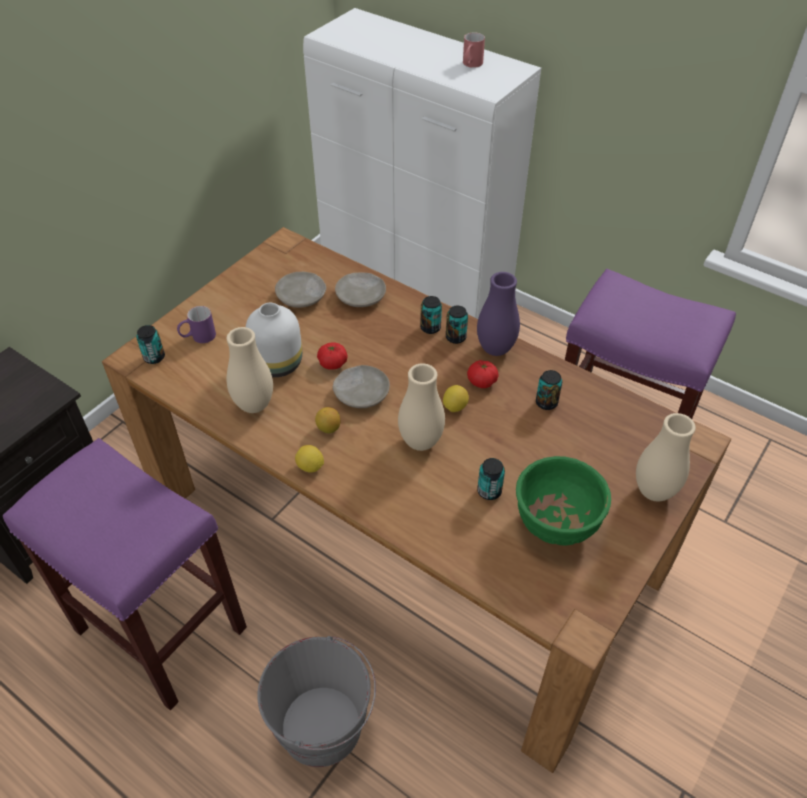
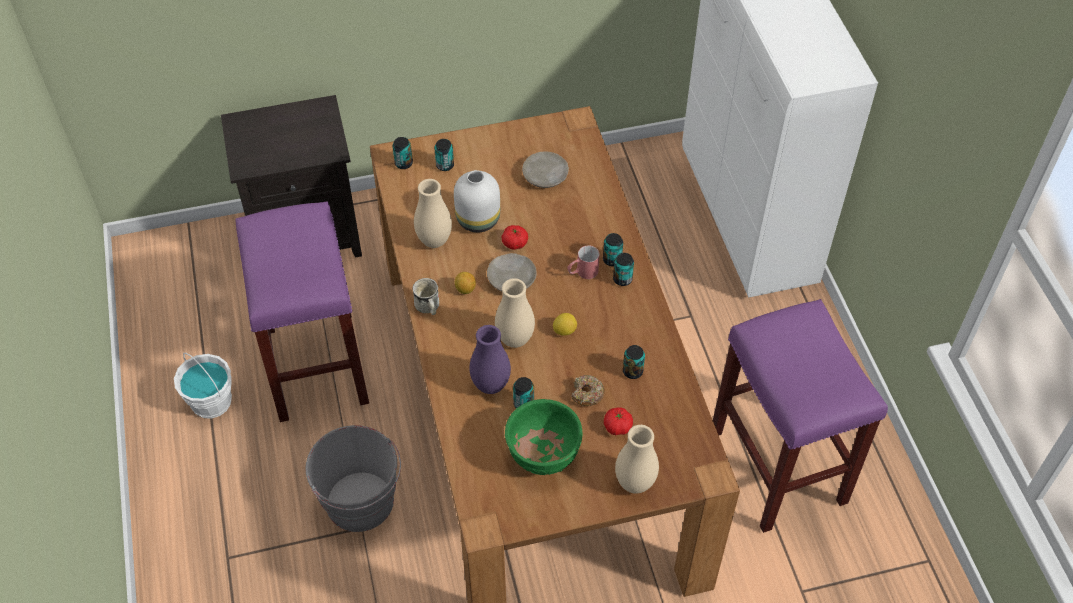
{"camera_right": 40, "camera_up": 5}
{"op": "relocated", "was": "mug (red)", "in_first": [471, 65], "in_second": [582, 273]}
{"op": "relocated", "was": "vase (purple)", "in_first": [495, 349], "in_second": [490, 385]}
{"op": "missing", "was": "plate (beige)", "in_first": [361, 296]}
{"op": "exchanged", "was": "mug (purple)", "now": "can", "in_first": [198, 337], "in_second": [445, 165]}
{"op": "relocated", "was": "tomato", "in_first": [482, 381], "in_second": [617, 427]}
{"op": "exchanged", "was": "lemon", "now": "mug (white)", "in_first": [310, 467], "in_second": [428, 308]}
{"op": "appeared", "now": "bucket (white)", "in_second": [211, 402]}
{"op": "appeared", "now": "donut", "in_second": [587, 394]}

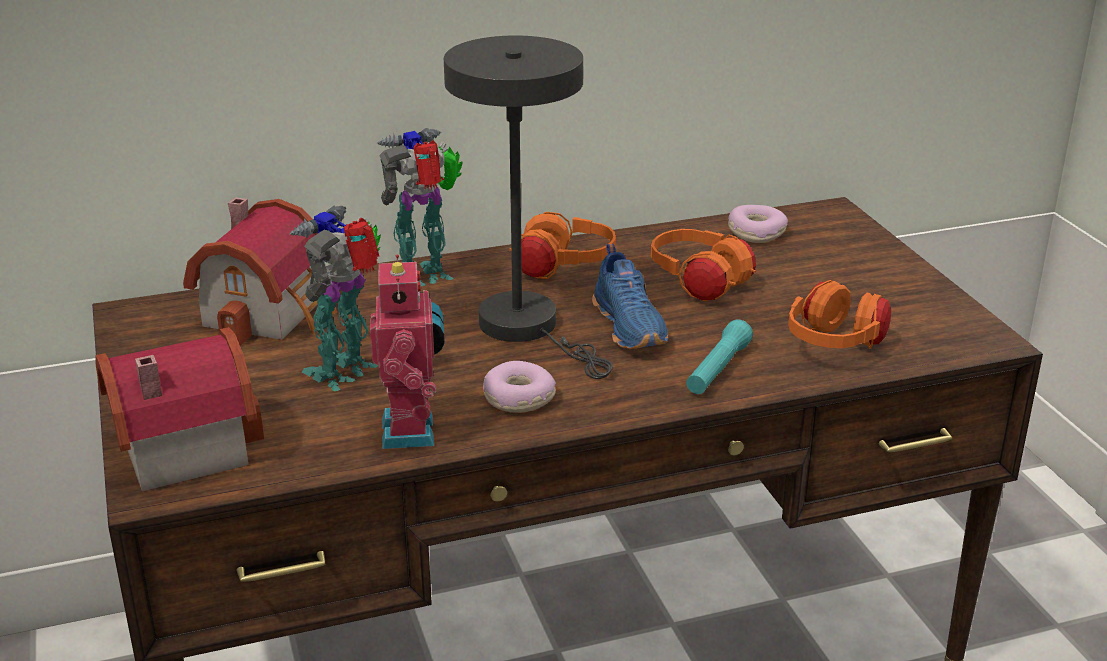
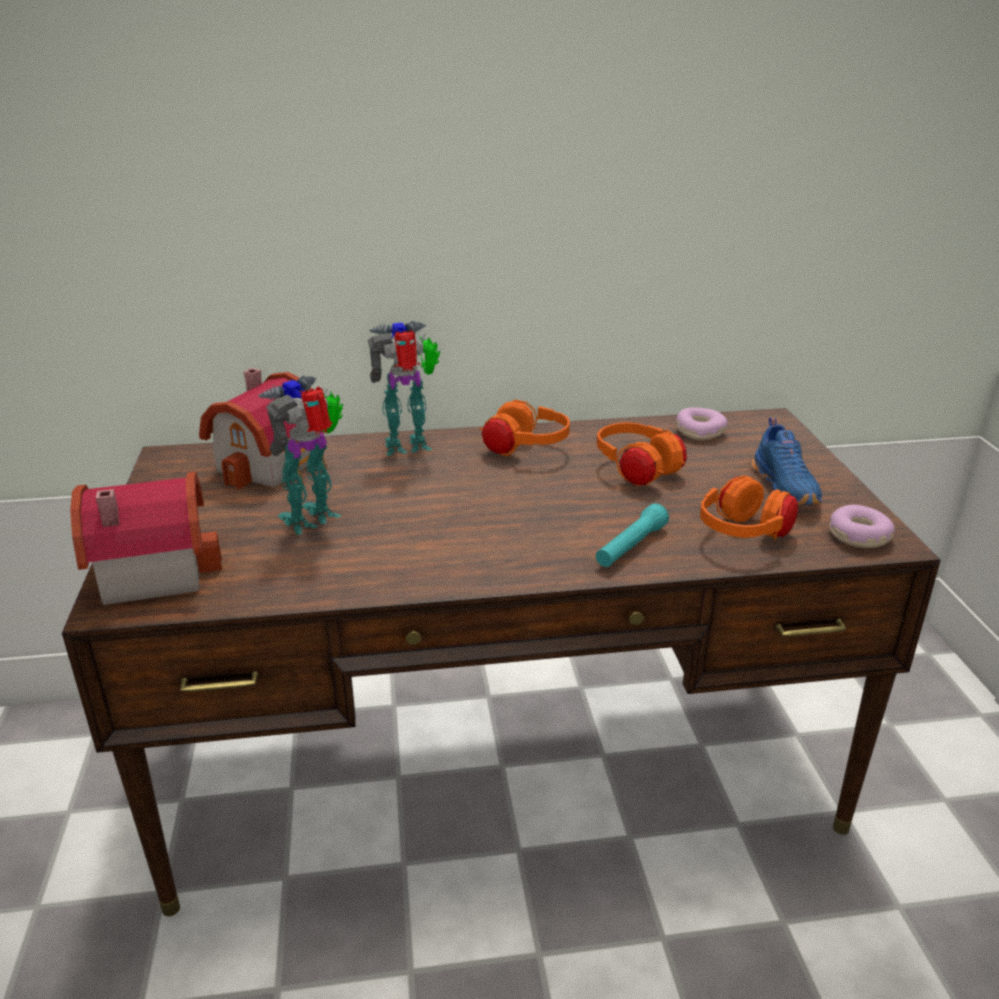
{"camera_right": 10, "camera_up": 0}
{"op": "missing", "was": "table lamp (grey)", "in_first": [528, 328]}
{"op": "relocated", "was": "shoe (blue)", "in_first": [631, 326], "in_second": [786, 488]}
{"op": "missing", "was": "toy robot", "in_first": [413, 431]}
{"op": "relocated", "was": "donut", "in_first": [518, 398], "in_second": [858, 536]}

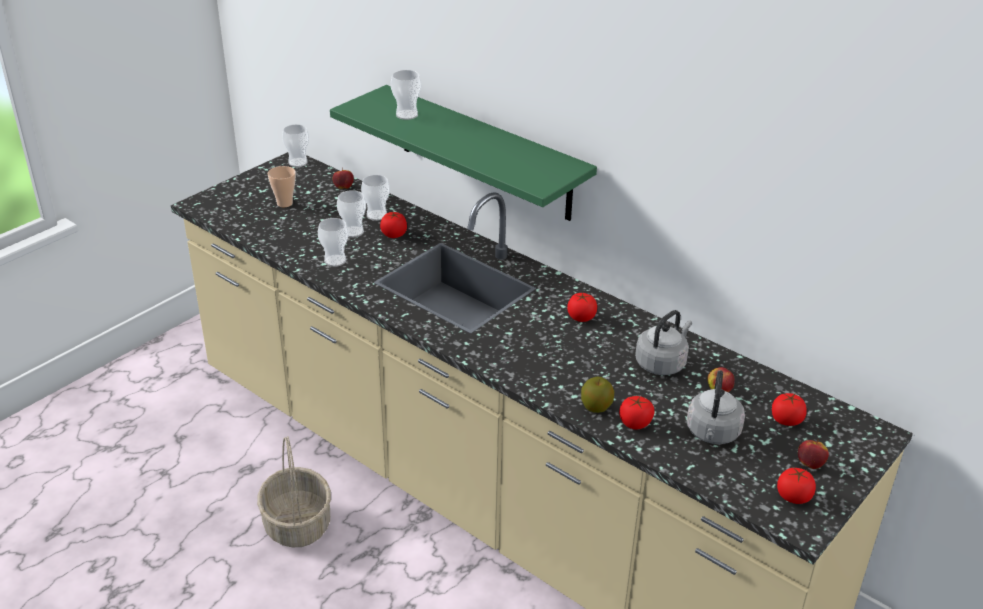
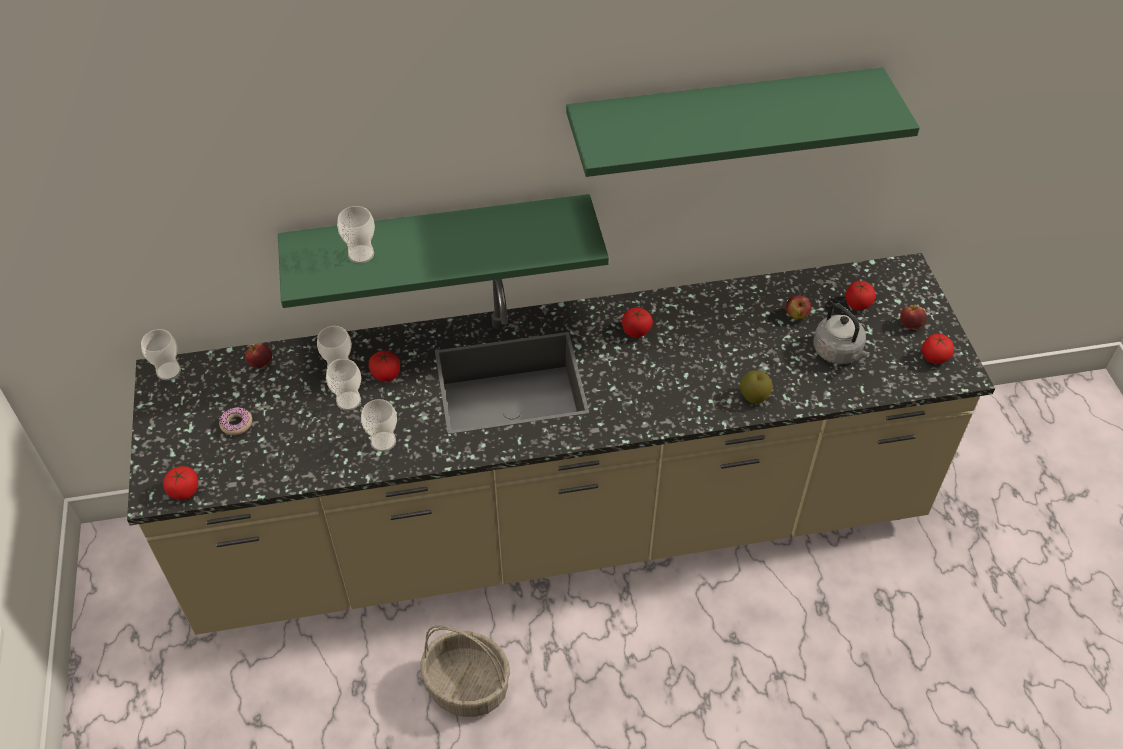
{"camera_right": -50, "camera_up": 15}
{"op": "exchanged", "was": "cup", "now": "donut", "in_first": [284, 203], "in_second": [236, 424]}
{"op": "missing", "was": "kettle (grey)", "in_first": [662, 363]}
{"op": "relocated", "was": "tomato", "in_first": [635, 423], "in_second": [184, 491]}
{"op": "appeared", "now": "shelf (green)", "in_second": [723, 118]}

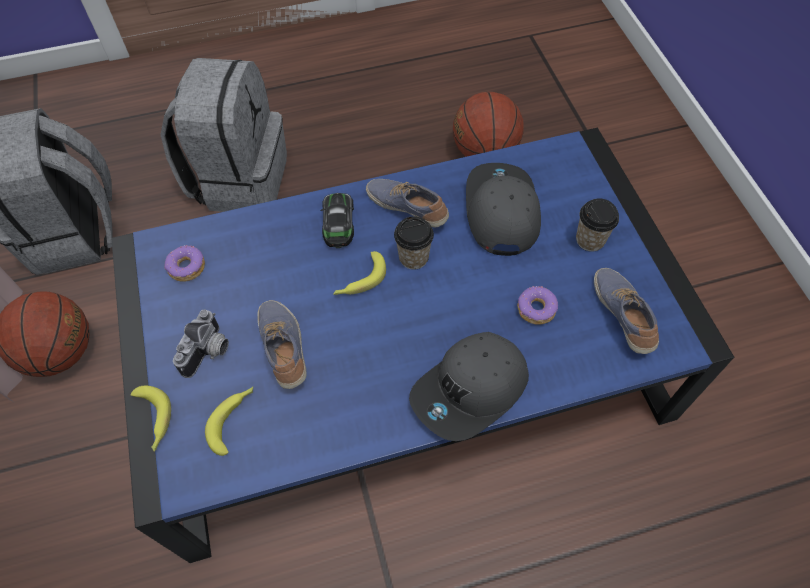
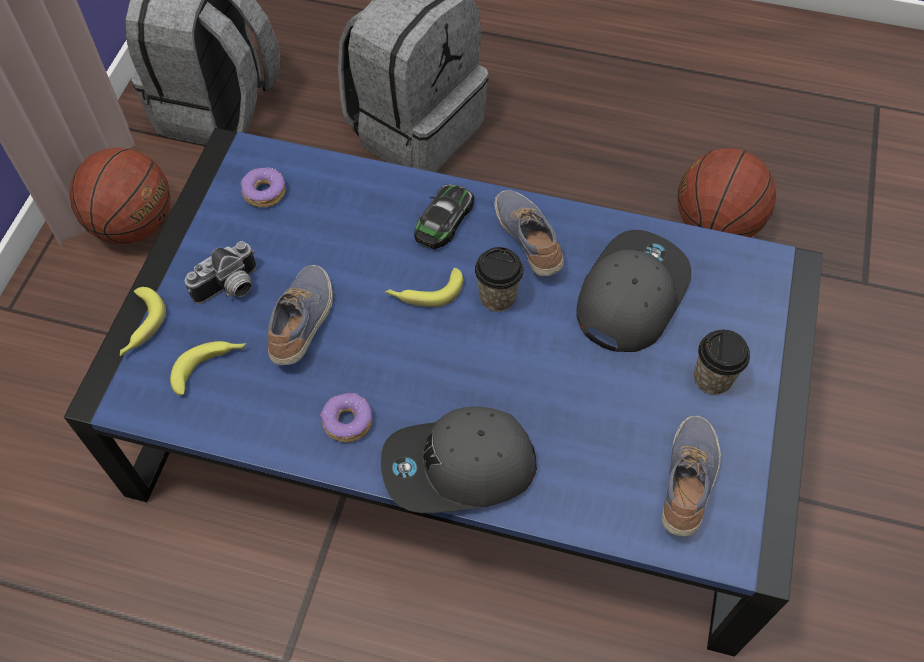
{"camera_right": 30, "camera_up": 0}
{"op": "relocated", "was": "donut", "in_first": [535, 309], "in_second": [347, 421]}

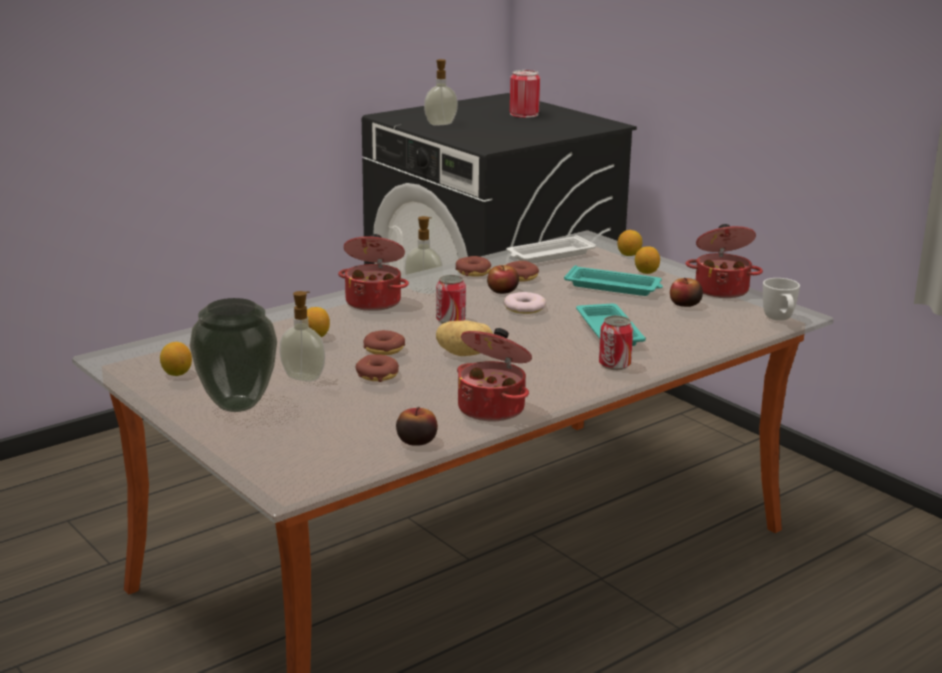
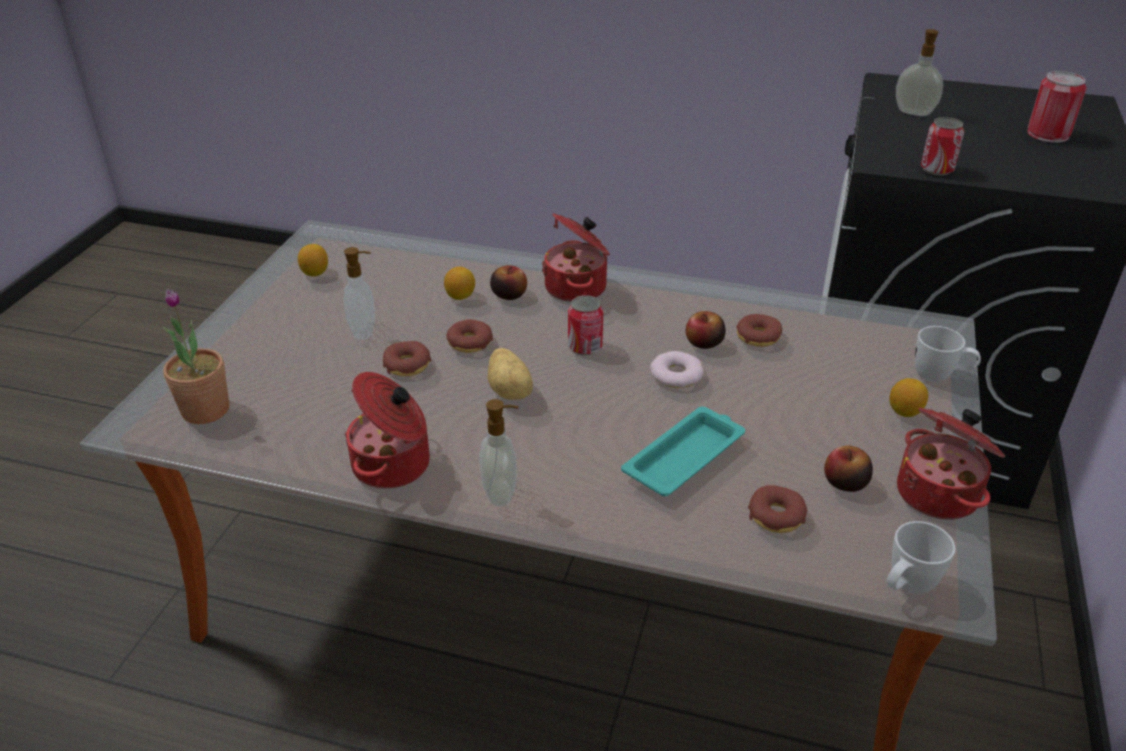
{"camera_right": 55, "camera_up": 15}
{"op": "relocated", "was": "soap dispenser", "in_first": [424, 290], "in_second": [501, 493]}
{"op": "exchanged", "was": "lemon", "now": "mug (white)", "in_first": [629, 255], "in_second": [940, 377]}
{"op": "missing", "was": "tray (white)", "in_first": [549, 255]}
{"op": "relocated", "was": "donut", "in_first": [473, 272], "in_second": [776, 516]}
{"op": "missing", "was": "tray (turquoise)", "in_first": [614, 287]}
{"op": "missing", "was": "vase", "in_first": [238, 404]}
{"op": "relocated", "was": "can", "in_first": [614, 365], "in_second": [936, 169]}
{"op": "relocated", "was": "apple", "in_first": [416, 441], "in_second": [509, 294]}
{"op": "appeared", "now": "potted plant", "in_second": [205, 410]}

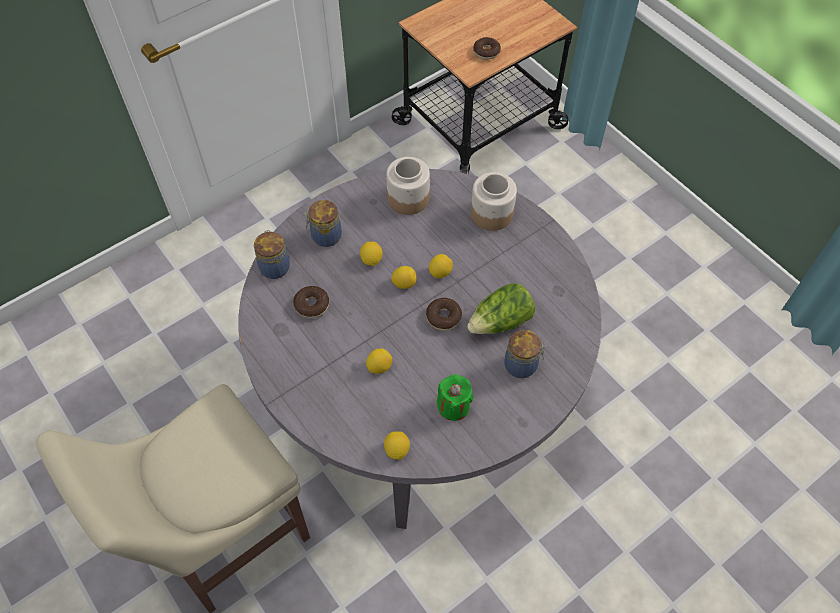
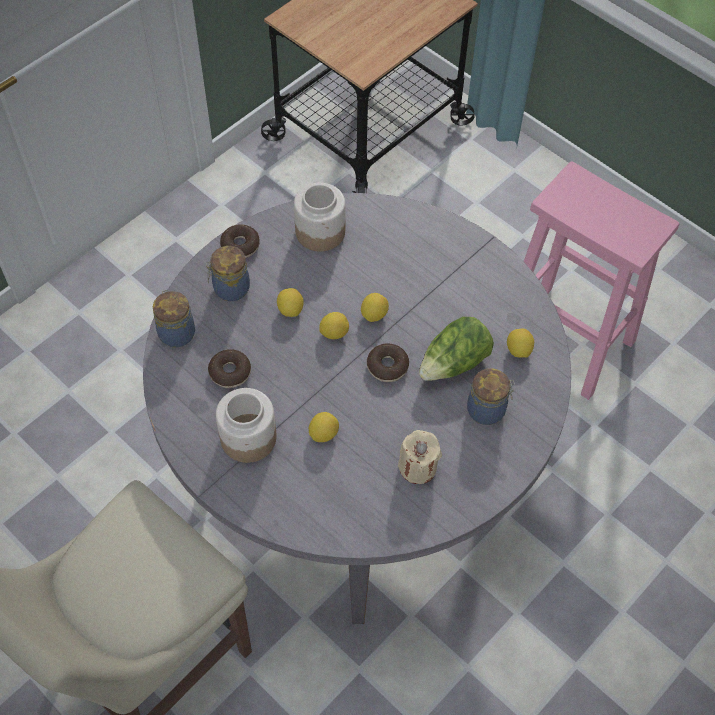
{"camera_right": -10, "camera_up": 0}
{"op": "relocated", "was": "donut", "in_first": [486, 52], "in_second": [240, 246]}
{"op": "relocated", "was": "jar", "in_first": [491, 214], "in_second": [247, 438]}
{"op": "colour", "was": "candle (green)", "now": "candle (beige)", "in_first": [453, 406], "in_second": [418, 467]}
{"op": "relocated", "was": "lemon", "in_first": [397, 450], "in_second": [518, 350]}
{"op": "appeared", "now": "stool (pink)", "in_second": [567, 341]}

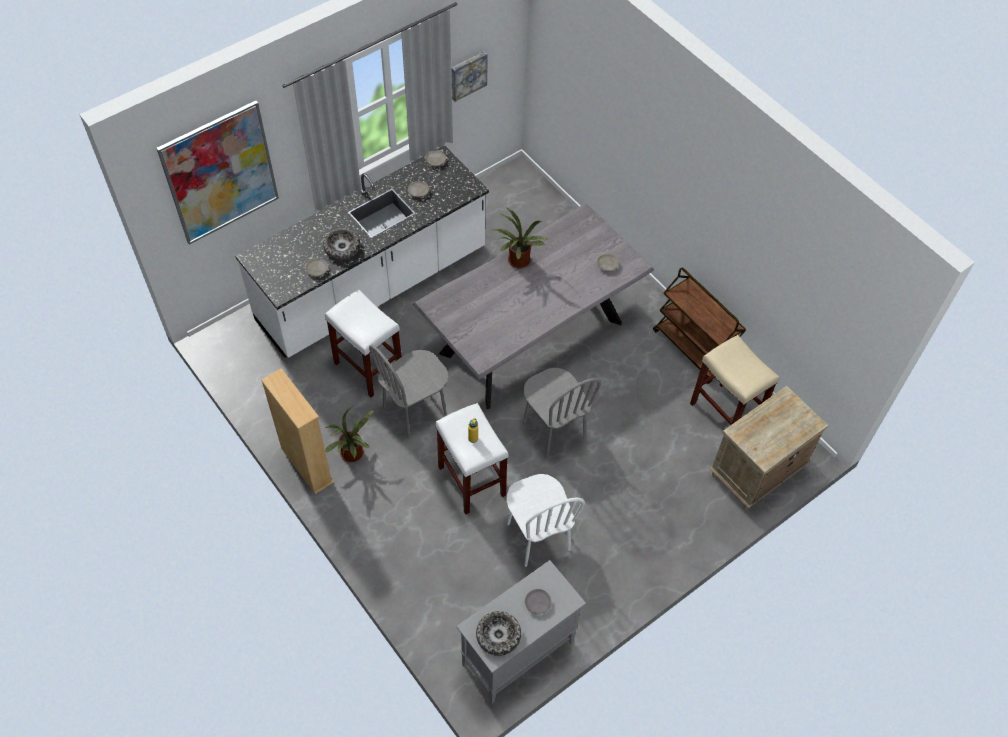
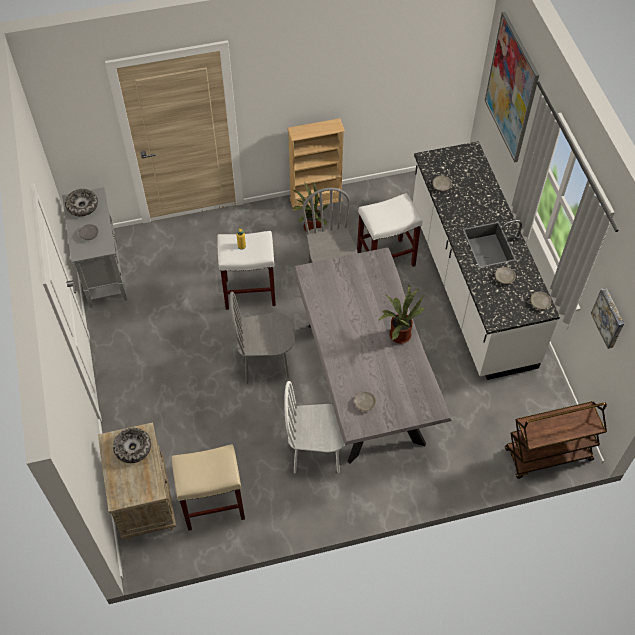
{"camera_right": 115, "camera_up": 0}
{"op": "relocated", "was": "bowl", "in_first": [342, 248], "in_second": [133, 448]}
{"op": "relocated", "was": "cart (brown)", "in_first": [693, 349], "in_second": [547, 455]}
{"op": "relocated", "was": "chair (white)", "in_first": [537, 537], "in_second": [316, 453]}

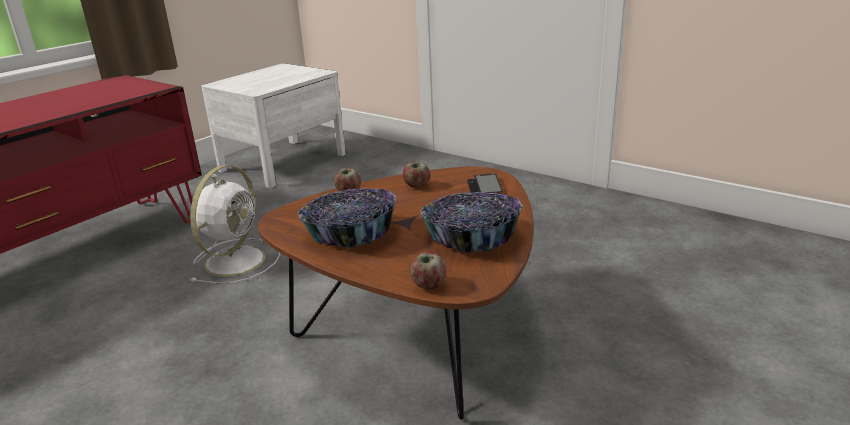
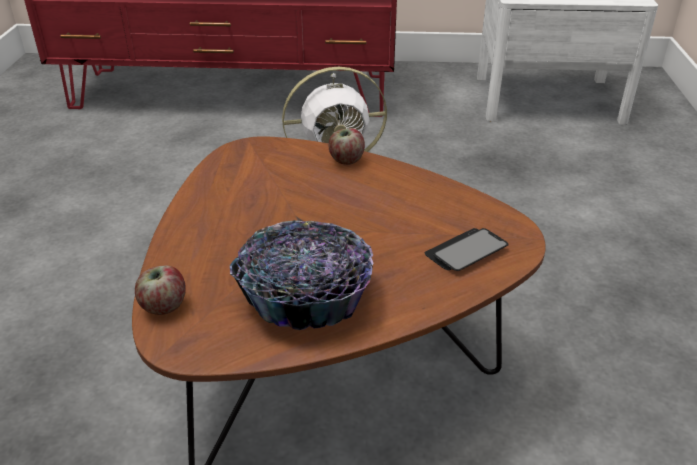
{"camera_right": 55, "camera_up": 10}
{"op": "missing", "was": "apple", "in_first": [416, 186]}
{"op": "missing", "was": "bowl", "in_first": [351, 234]}

